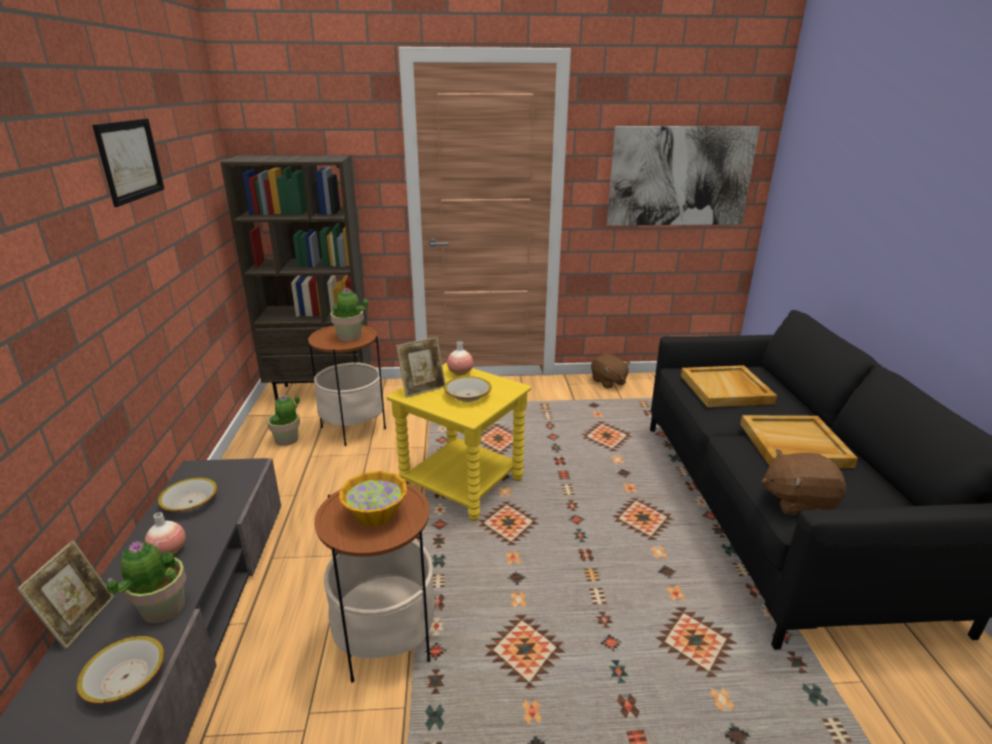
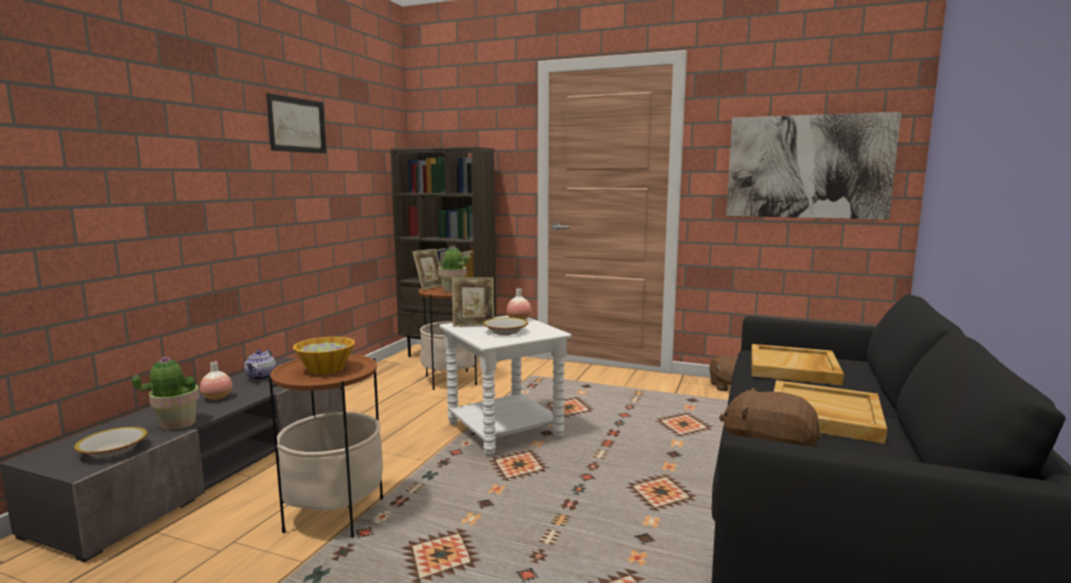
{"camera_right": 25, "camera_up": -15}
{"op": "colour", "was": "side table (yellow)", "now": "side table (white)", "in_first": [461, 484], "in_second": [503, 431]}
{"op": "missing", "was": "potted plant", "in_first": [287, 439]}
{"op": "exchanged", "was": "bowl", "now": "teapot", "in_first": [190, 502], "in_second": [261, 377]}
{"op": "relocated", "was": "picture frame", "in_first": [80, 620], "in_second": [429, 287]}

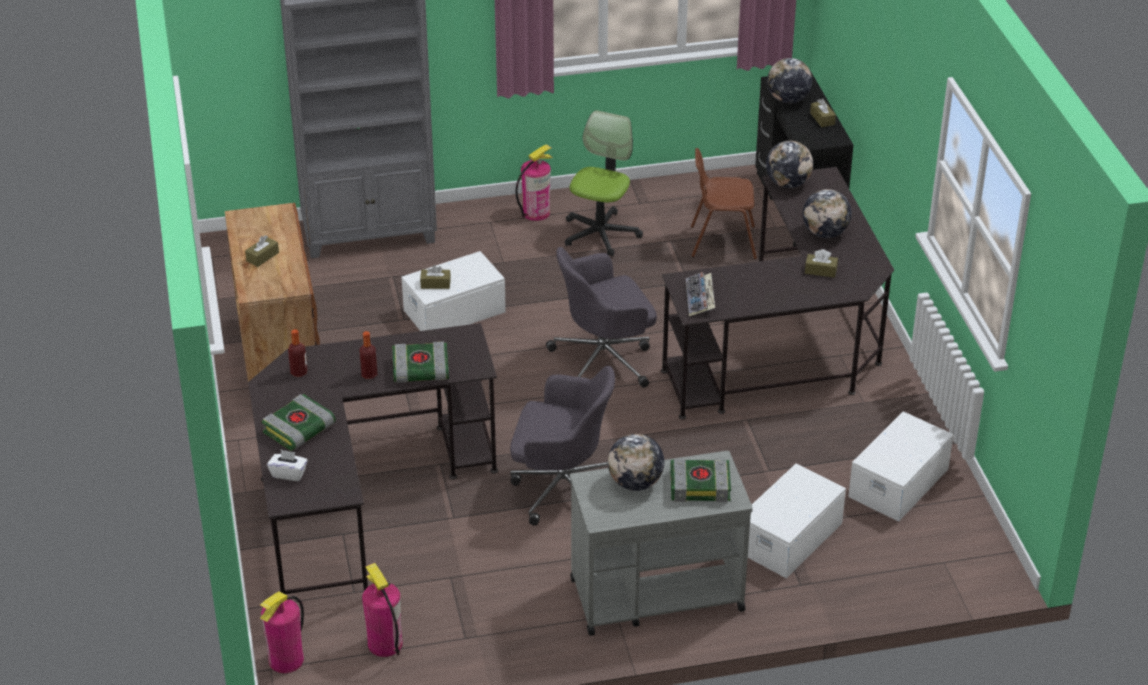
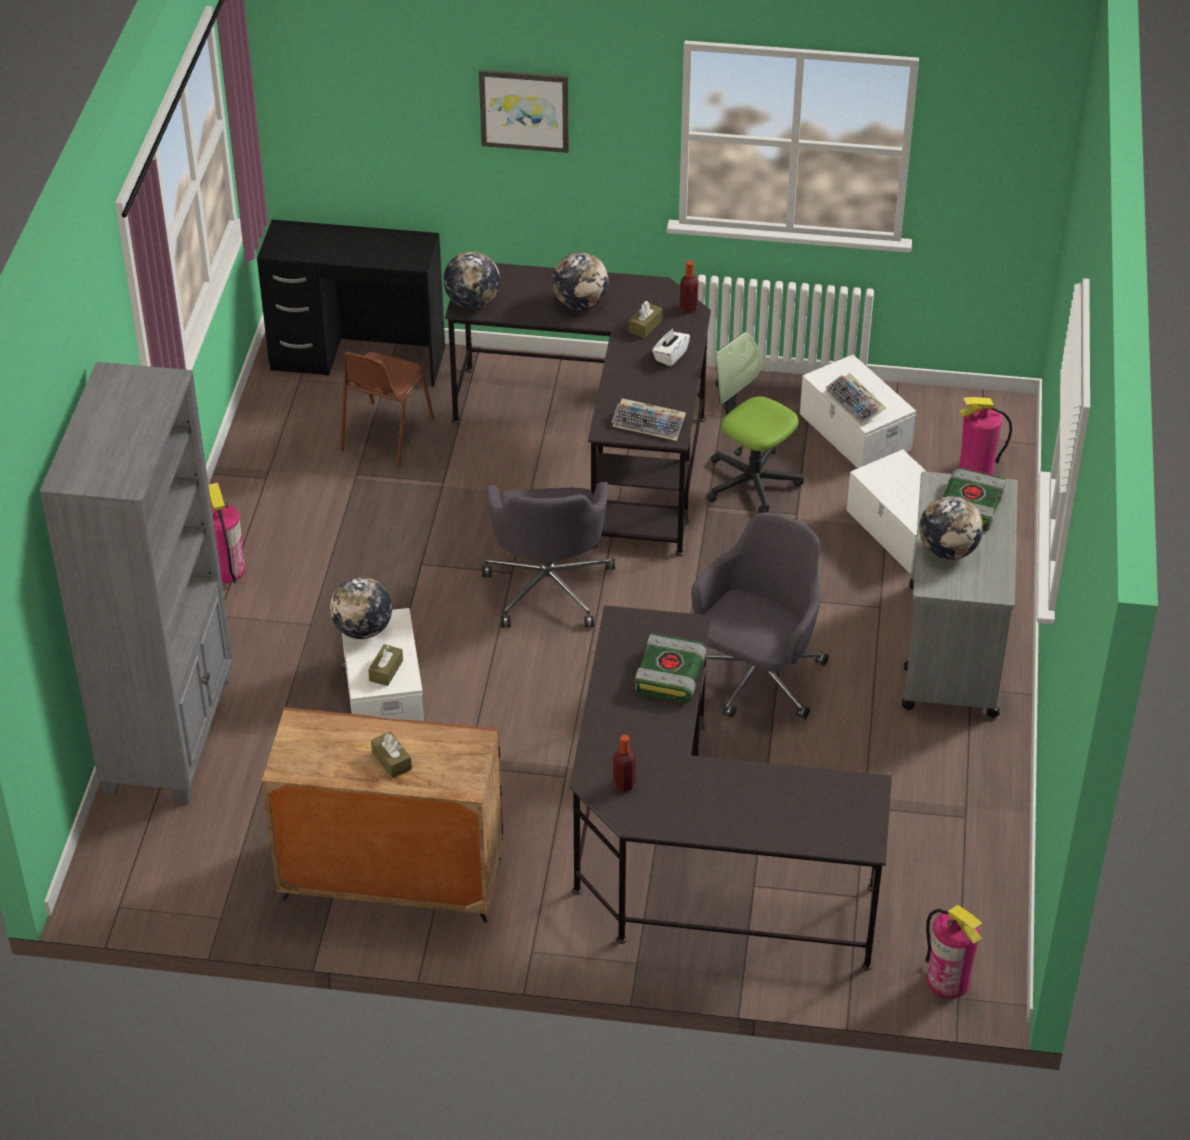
{"camera_right": -70, "camera_up": 5}
{"op": "relocated", "was": "globe", "in_first": [788, 100], "in_second": [363, 630]}
{"op": "missing", "was": "tissue box (brown)", "in_first": [822, 119]}
{"op": "relocated", "was": "office chair", "in_first": [600, 234], "in_second": [751, 482]}
{"op": "relocated", "was": "bottle", "in_first": [369, 374], "in_second": [688, 308]}
{"op": "missing", "was": "book", "in_first": [299, 430]}
{"op": "relocated", "was": "tissue box (white)", "in_first": [288, 474], "in_second": [670, 356]}
{"op": "relocated", "was": "fire extinguisher", "in_first": [385, 644], "in_second": [976, 470]}
{"op": "appeared", "now": "picture", "in_second": [524, 109]}
{"op": "appeared", "now": "keyboard", "in_second": [855, 404]}

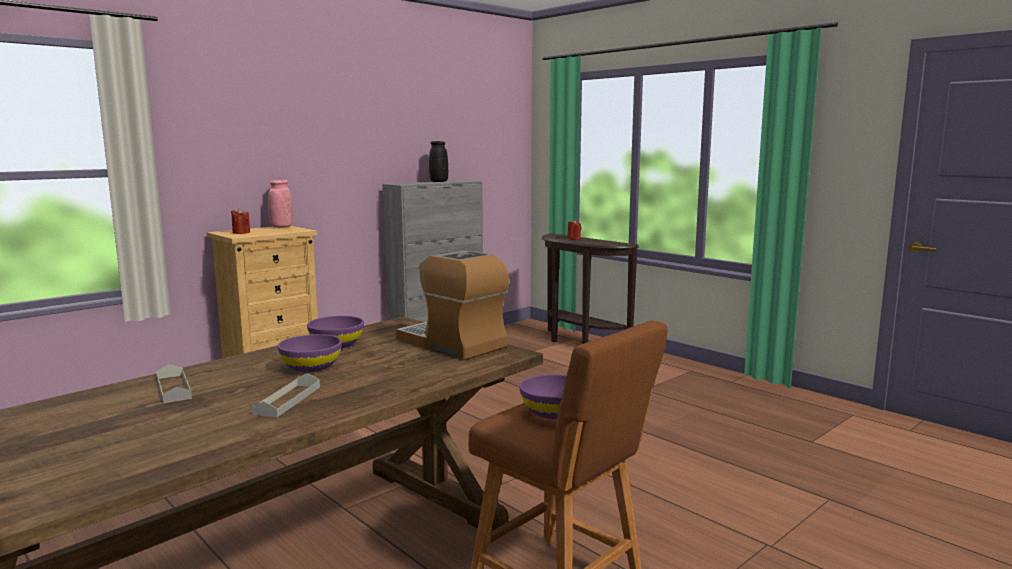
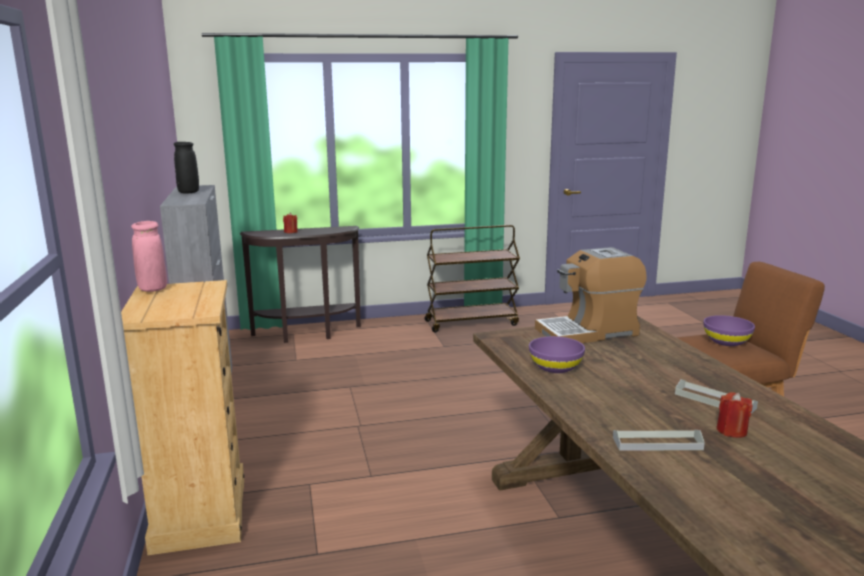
{"camera_right": -60, "camera_up": 5}
{"op": "relocated", "was": "candle (red)", "in_first": [241, 233], "in_second": [731, 431]}
{"op": "missing", "was": "bowl (purple)", "in_first": [311, 367]}
{"op": "appeared", "now": "cart (brown)", "in_second": [471, 323]}

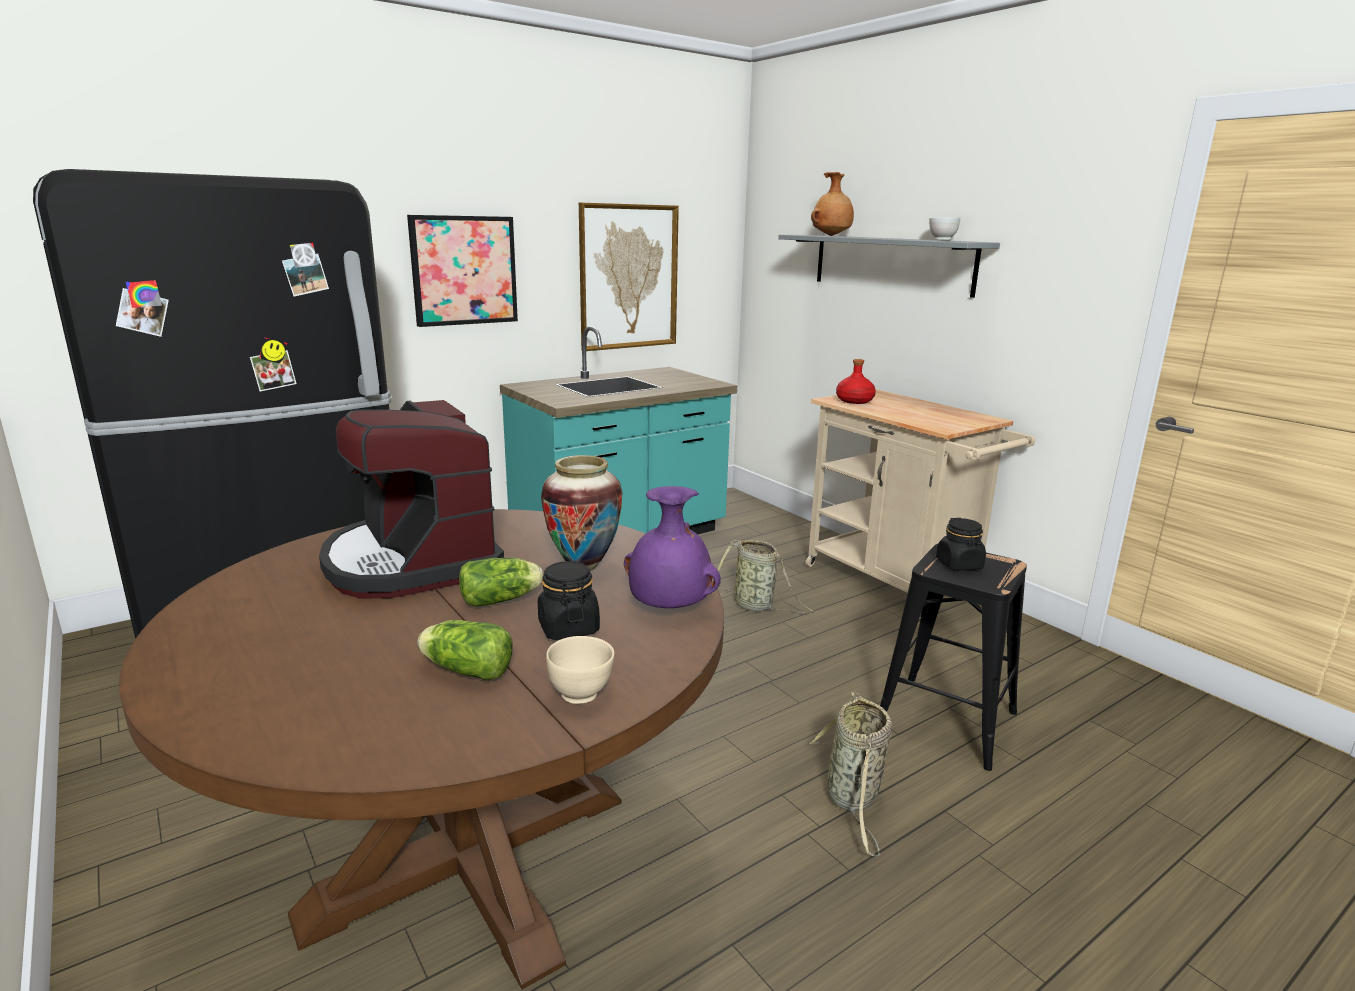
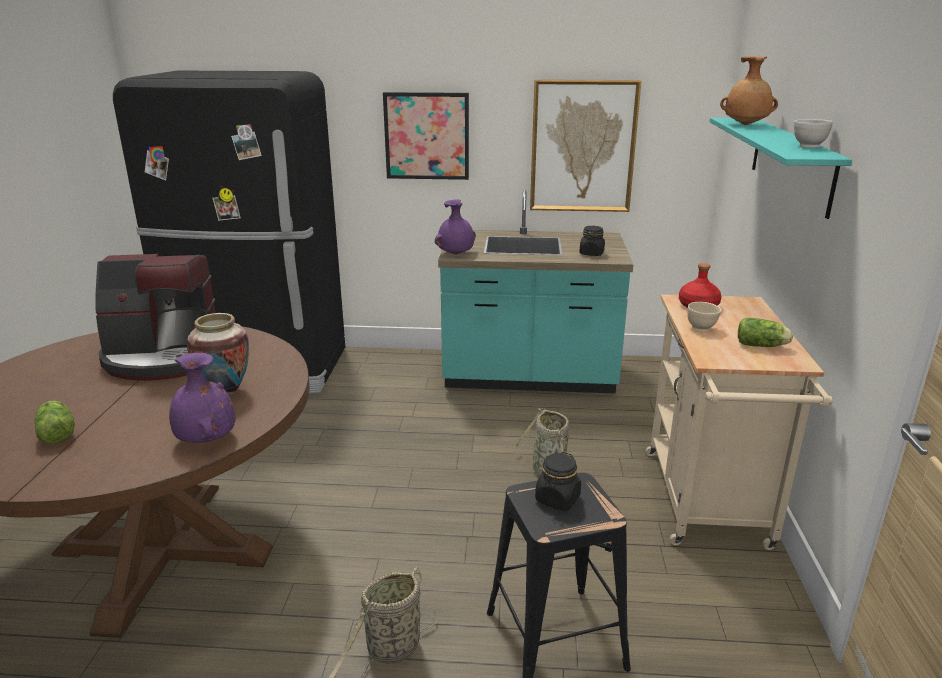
{"camera_right": 40, "camera_up": 5}
{"op": "colour", "was": "shelf (grey)", "now": "shelf (turquoise)", "in_first": [891, 263], "in_second": [791, 163]}
{"op": "spun", "was": "coffee machine", "in_first": [412, 562], "in_second": [164, 357], "clockwise": -105}
{"op": "relocated", "was": "lettuce", "in_first": [503, 599], "in_second": [762, 346]}
{"op": "relocated", "was": "jar (black)", "in_first": [568, 628], "in_second": [591, 253]}
{"op": "relocated", "was": "bowl (beige)", "in_first": [581, 694], "in_second": [701, 328]}
{"op": "appeared", "now": "vase (purple)", "in_second": [456, 254]}

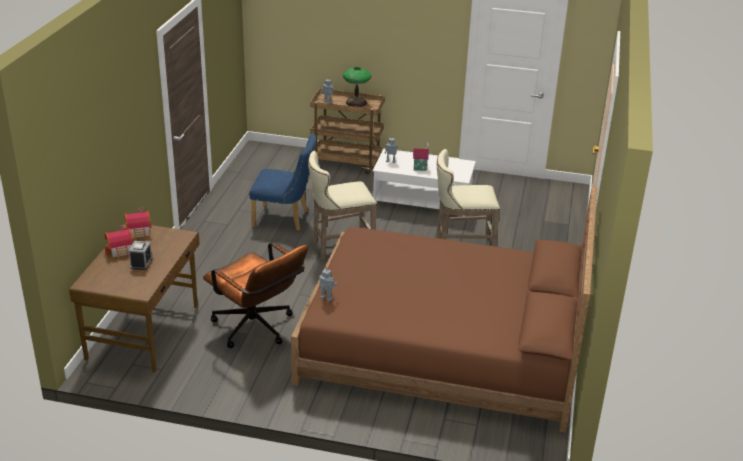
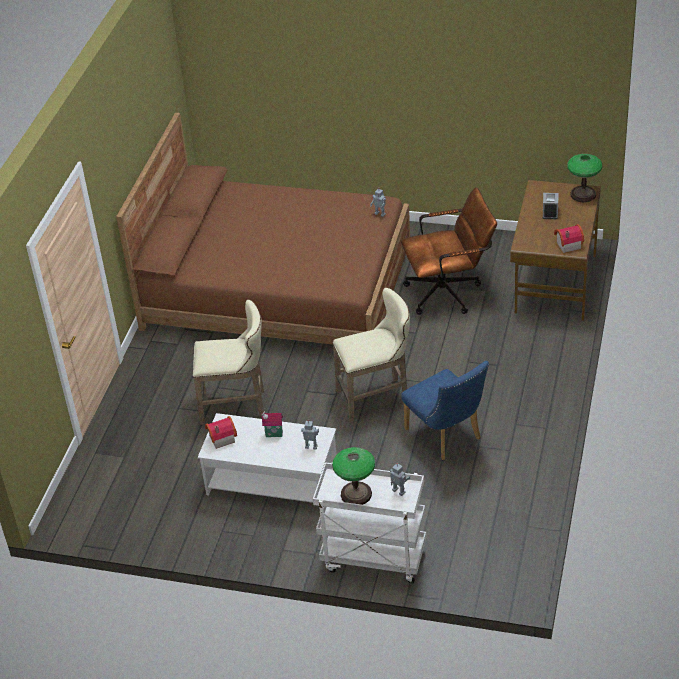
{"camera_right": -175, "camera_up": 10}
{"op": "colour", "was": "cart (brown)", "now": "cart (white)", "in_first": [347, 163], "in_second": [372, 559]}
{"op": "spun", "was": "chair (blue)", "in_first": [285, 219], "in_second": [446, 437], "clockwise": -135}
{"op": "relocated", "was": "toy house", "in_first": [121, 251], "in_second": [220, 438]}
{"op": "spun", "was": "office chair (brown)", "in_first": [257, 329], "in_second": [449, 292], "clockwise": 120}
{"op": "appeared", "now": "table lamp", "in_second": [583, 194]}

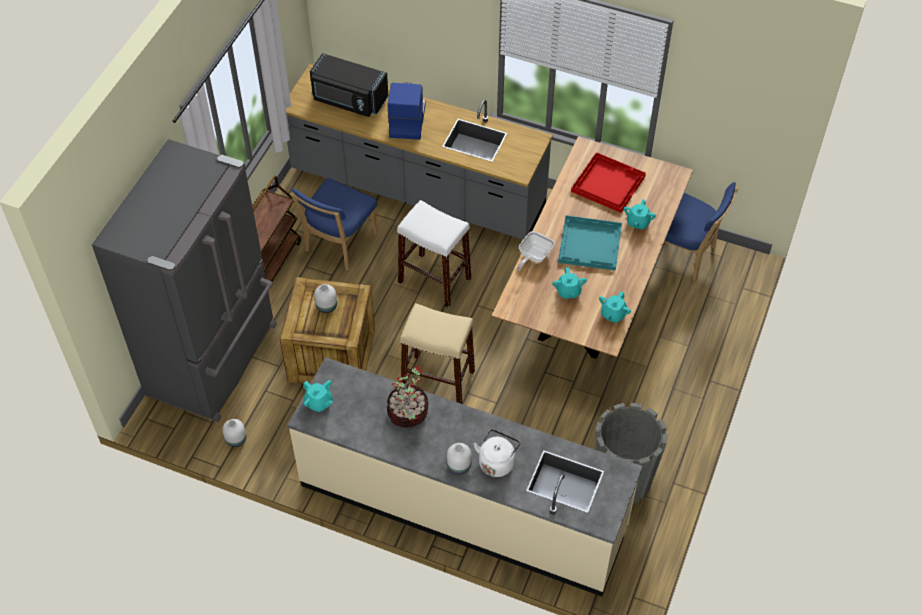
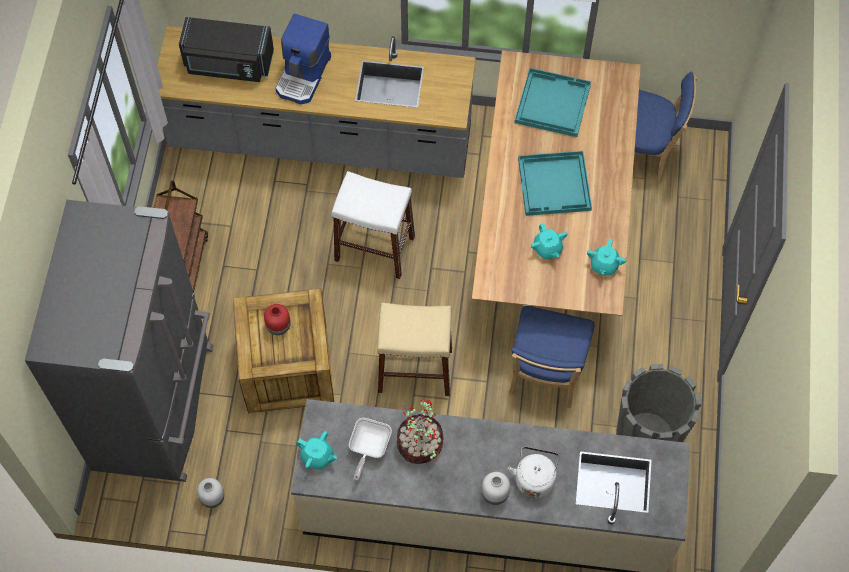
{"camera_right": -15, "camera_up": 10}
{"op": "spun", "was": "coffee machine", "in_first": [406, 120], "in_second": [304, 75], "clockwise": -150}
{"op": "colour", "was": "tray (red)", "now": "tray (turquoise)", "in_first": [608, 183], "in_second": [552, 103]}
{"op": "relocated", "was": "chair (blue)", "in_first": [338, 244], "in_second": [545, 375]}
{"op": "missing", "was": "teapot (turquoise)", "in_first": [638, 222]}
{"op": "relocated", "was": "frying pan", "in_first": [533, 257], "in_second": [368, 448]}
{"op": "colour", "was": "vase (white)", "now": "vase (red)", "in_first": [327, 306], "in_second": [278, 325]}

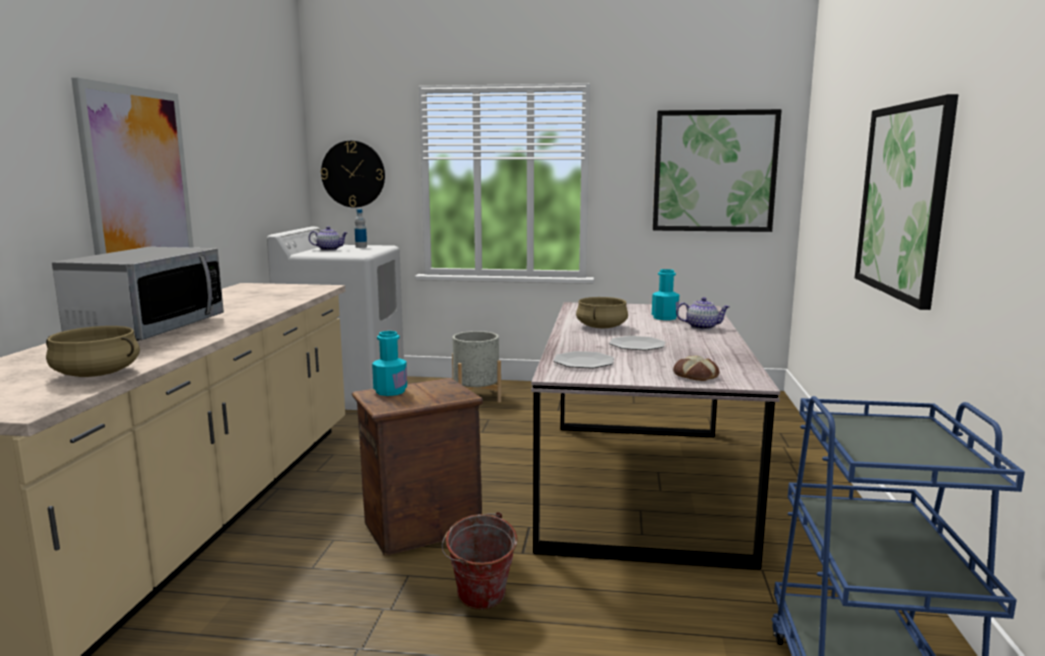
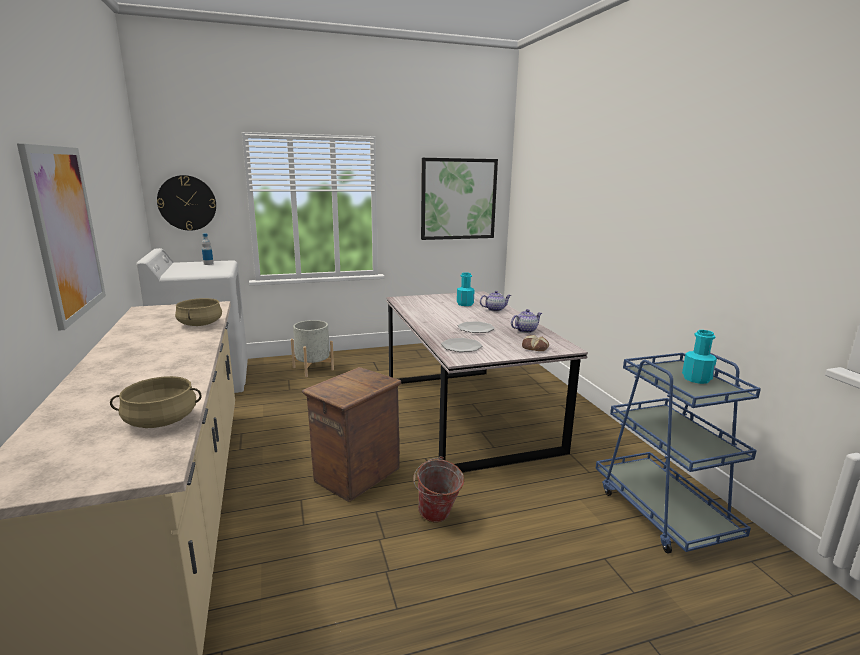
{"camera_right": -25, "camera_up": 5}
{"op": "missing", "was": "picture", "in_first": [903, 200]}
{"op": "relocated", "was": "teapot", "in_first": [329, 249], "in_second": [525, 330]}
{"op": "missing", "was": "microwave", "in_first": [149, 328]}
{"op": "relocated", "was": "cooking pot (beige)", "in_first": [601, 327], "in_second": [200, 324]}
{"op": "relocated", "was": "bottle (turquoise)", "in_first": [390, 391], "in_second": [696, 379]}

